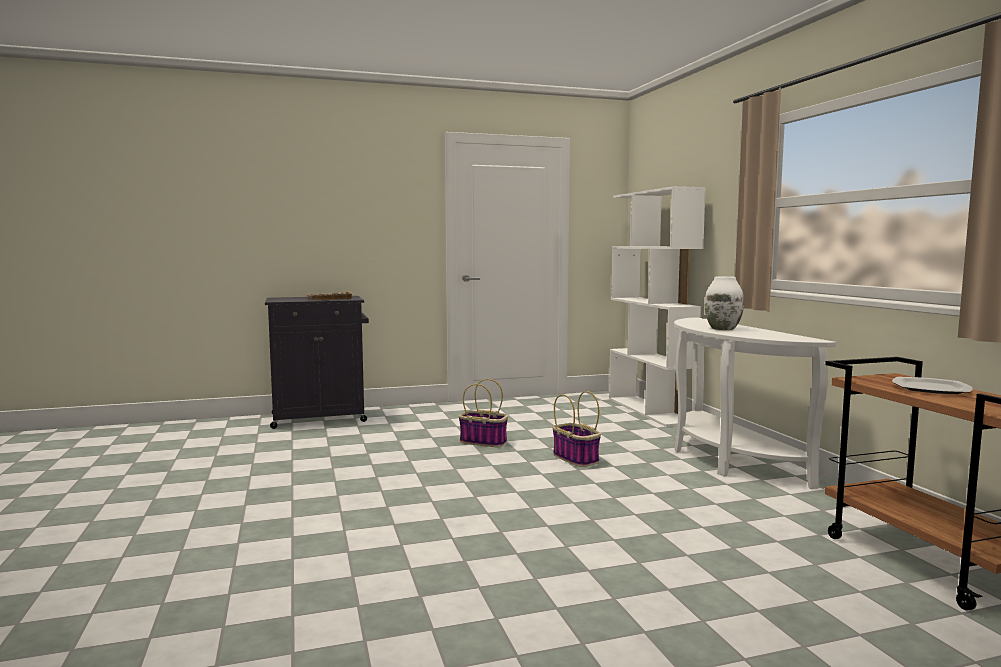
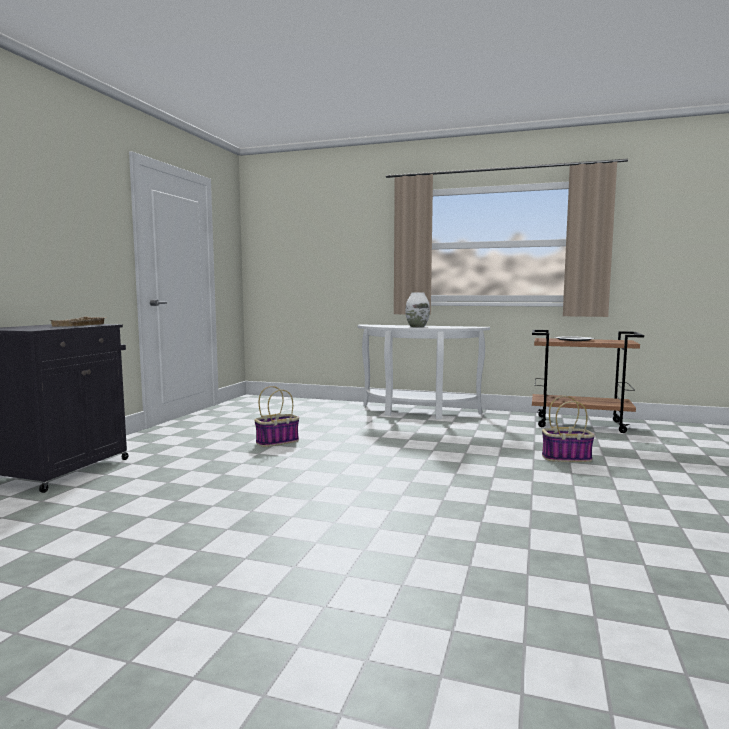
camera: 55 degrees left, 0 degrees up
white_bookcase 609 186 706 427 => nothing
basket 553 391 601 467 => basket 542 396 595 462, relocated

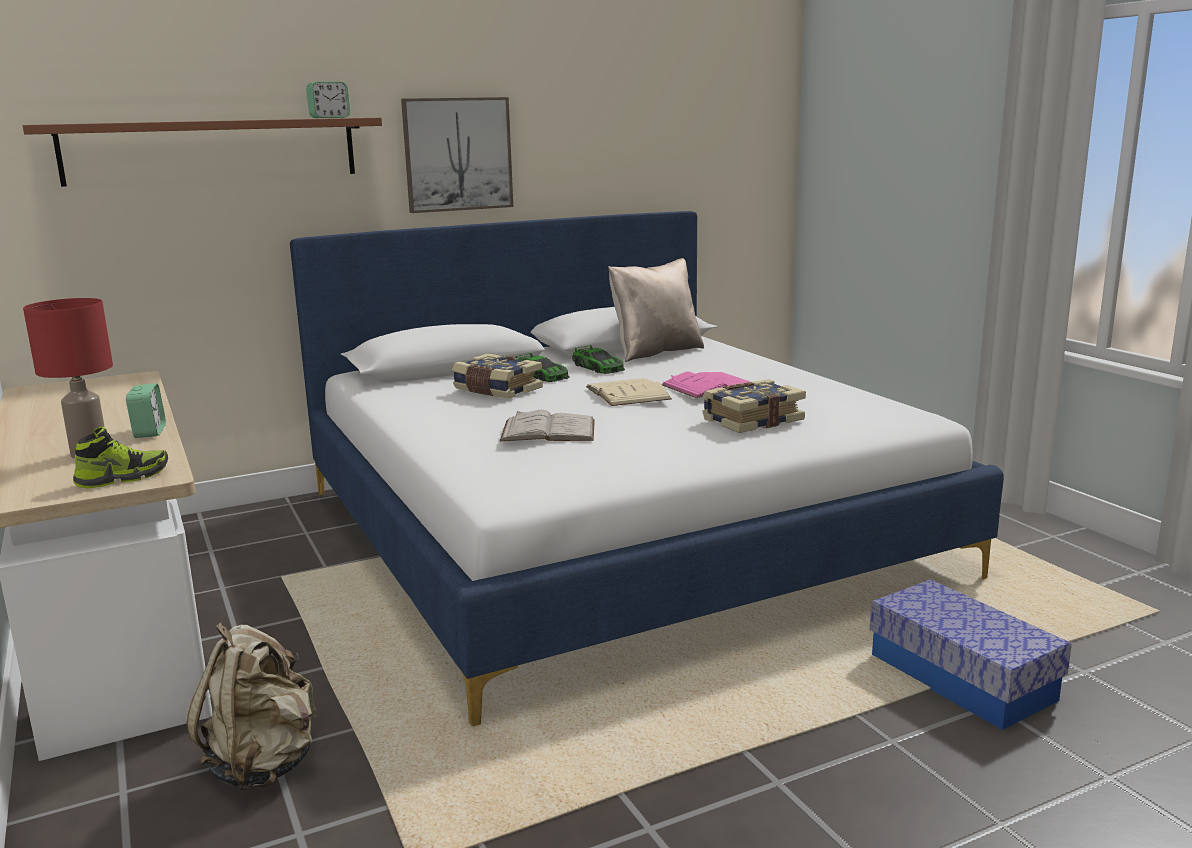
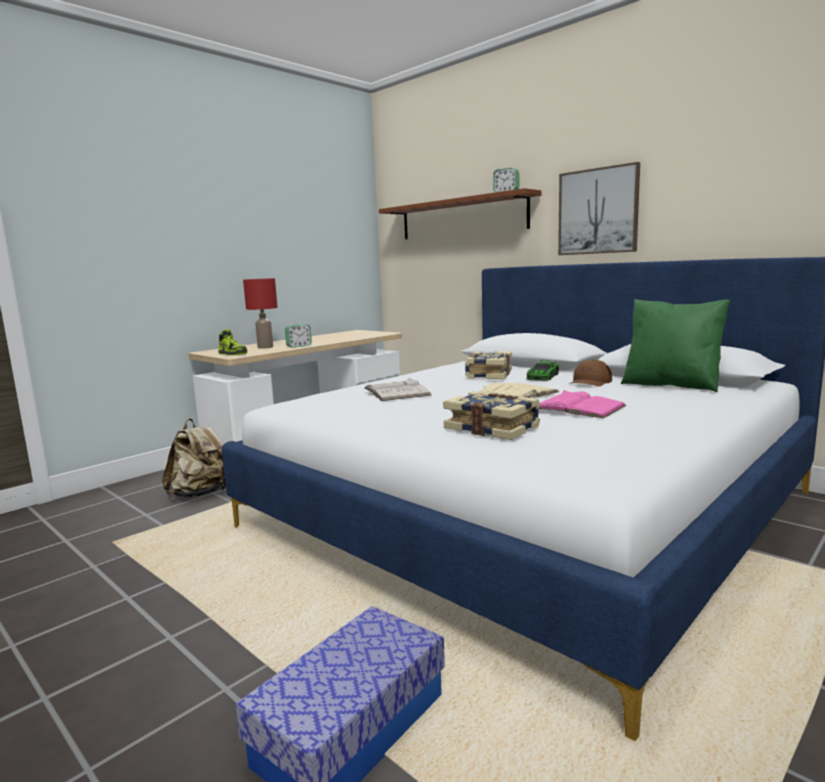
camera: 70 degrees right, 5 degrees down
beige_pillow 608 258 704 362 => green_pillow 621 299 730 392
toy_car 572 345 625 374 => brown_cap 569 359 612 386

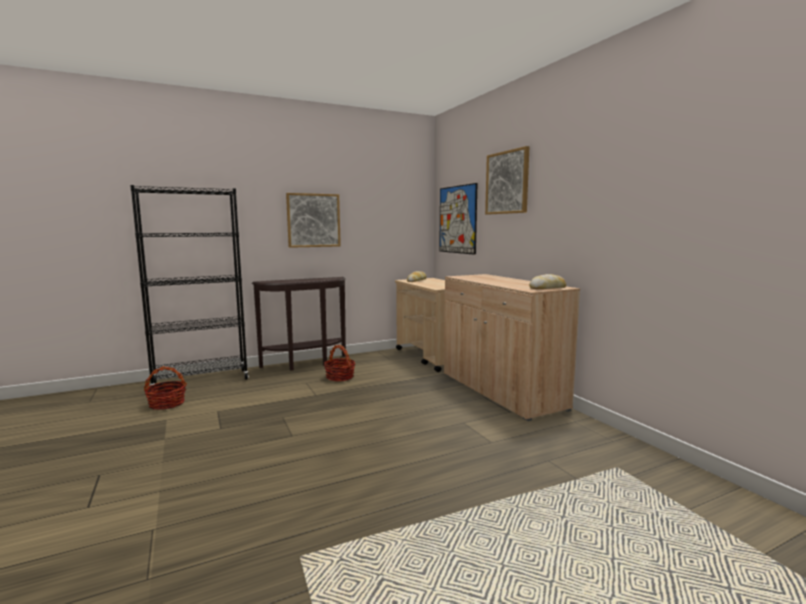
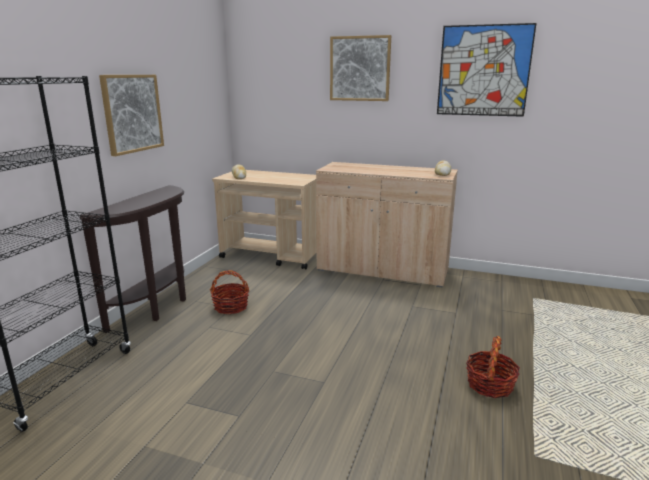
camera: 45 degrees left, 10 degrees up
picture 439 183 477 255 => picture 437 23 536 117, relocated
basket 144 366 187 410 => basket 466 336 520 398, relocated

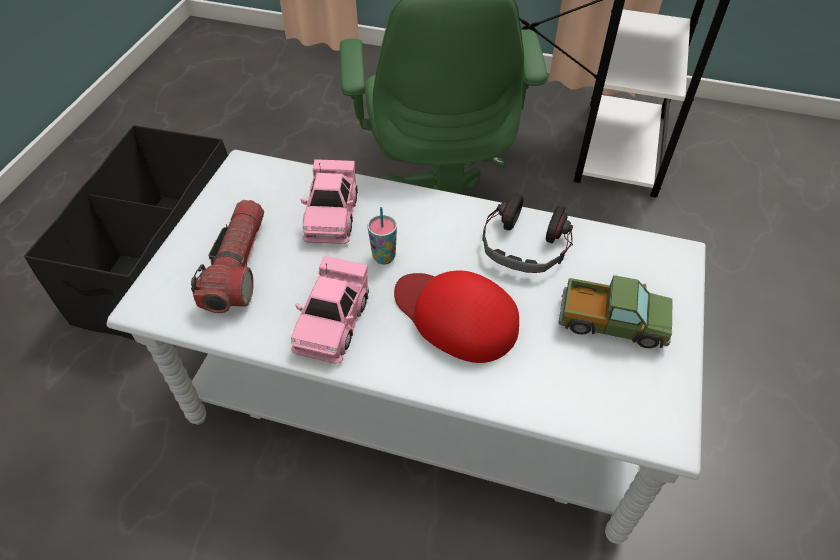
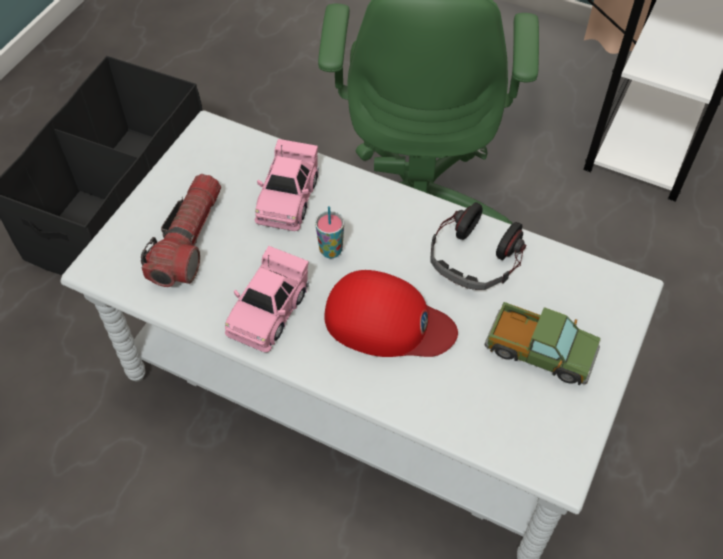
camera: 10 degrees right, 5 degrees up
red_cap 394 271 519 363 => red_cap 324 270 458 357, 150 degrees clockwise

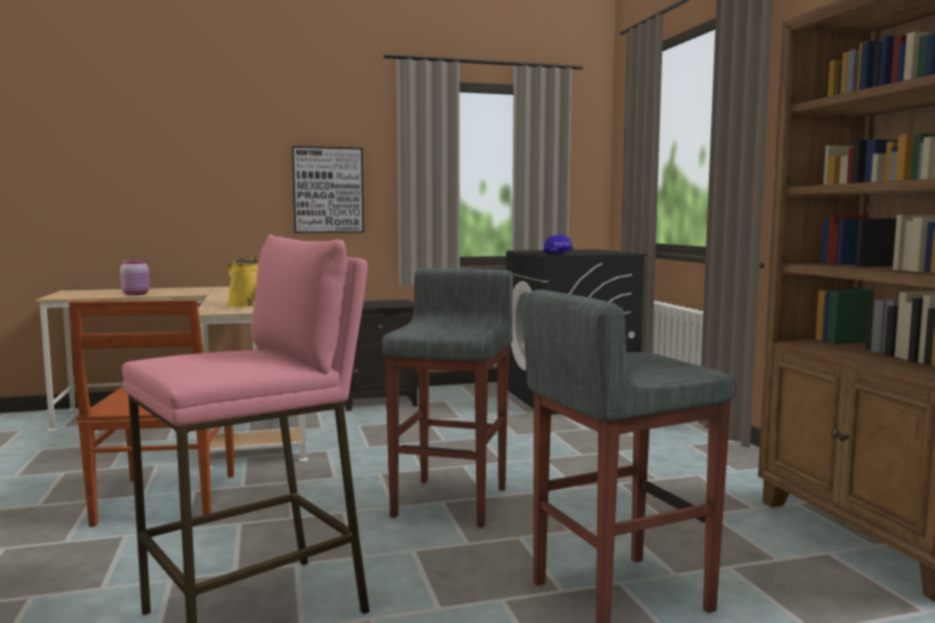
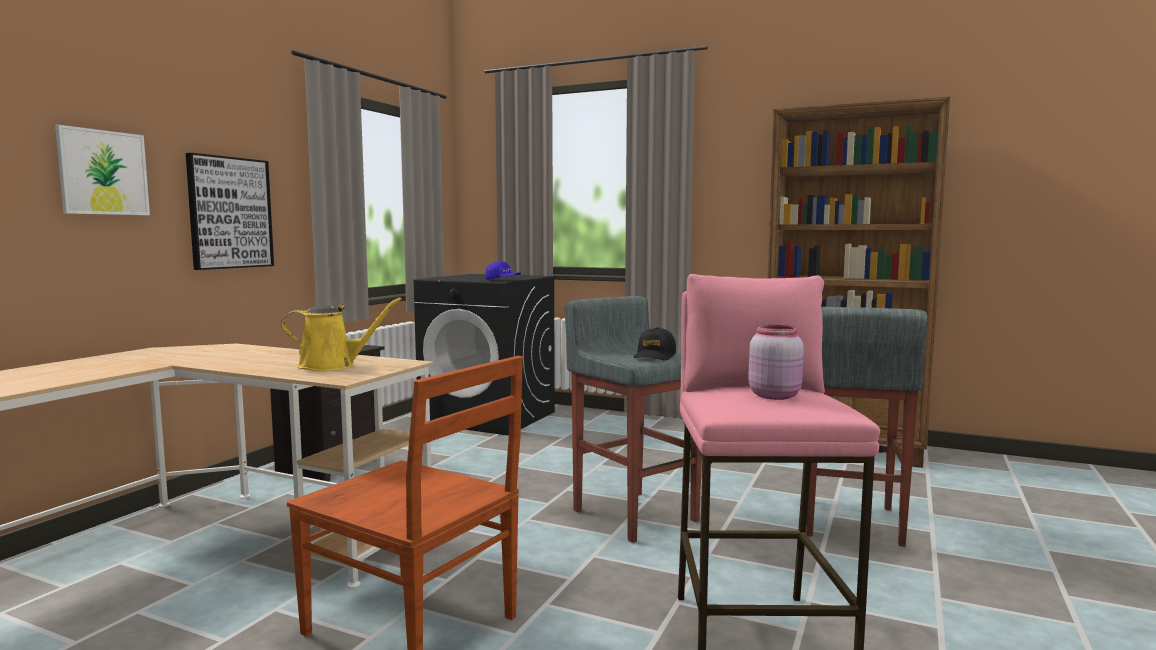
camera: 50 degrees left, 0 degrees up
pink_jar 120 259 150 296 => pink_jar 748 325 804 400, relocated
nothing => picture 55 125 150 215
nothing => black_cap 634 327 676 360

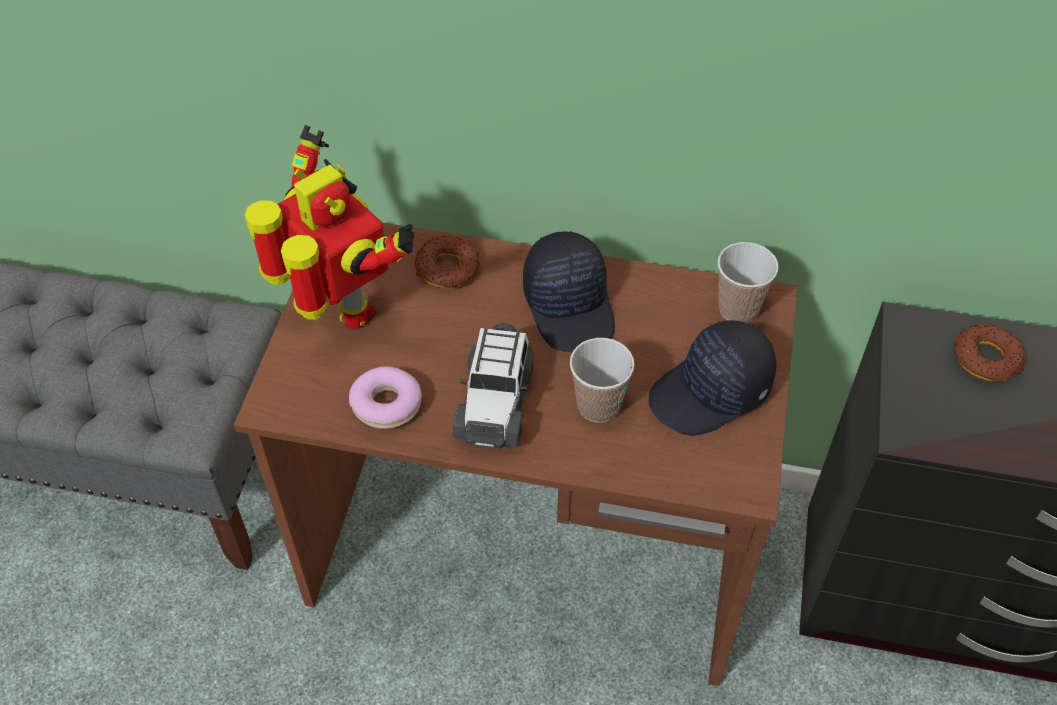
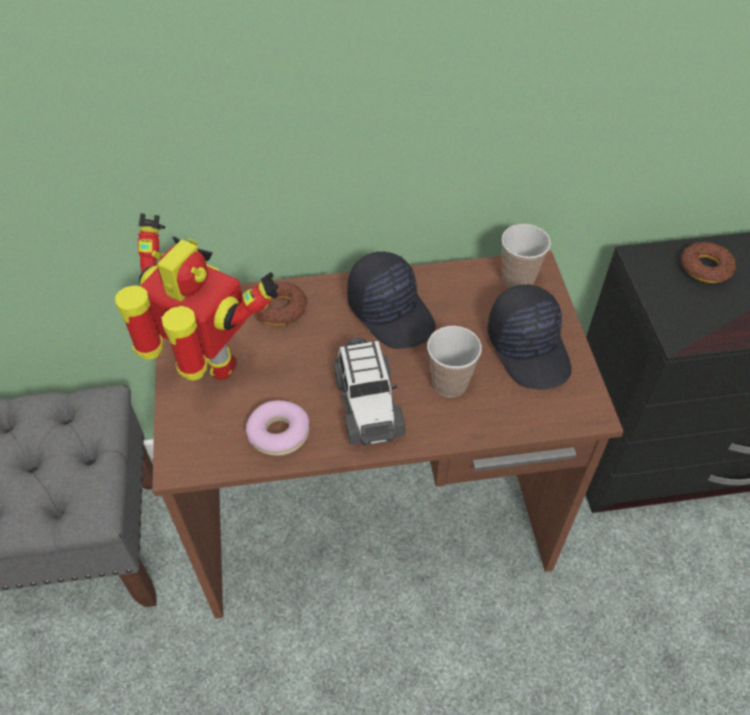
camera: 20 degrees left, 0 degrees up
black_cap 649 320 777 436 => black_cap 487 284 572 390, 60 degrees counterclockwise

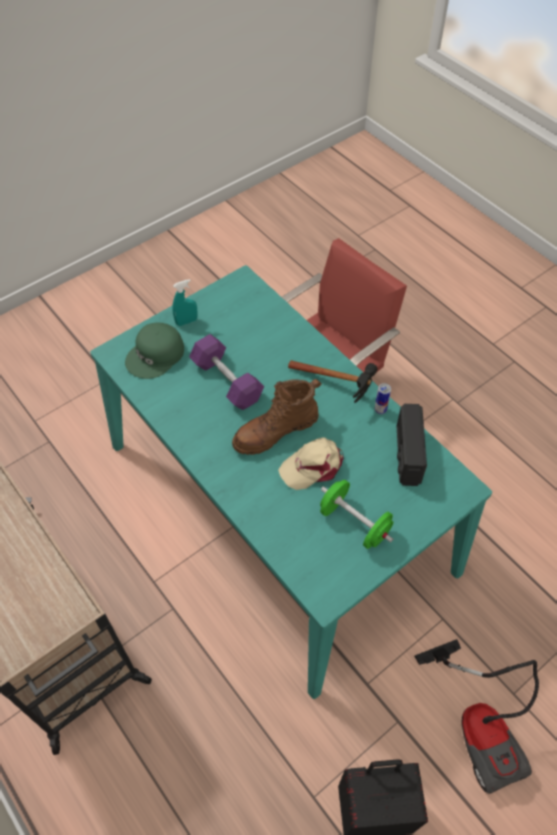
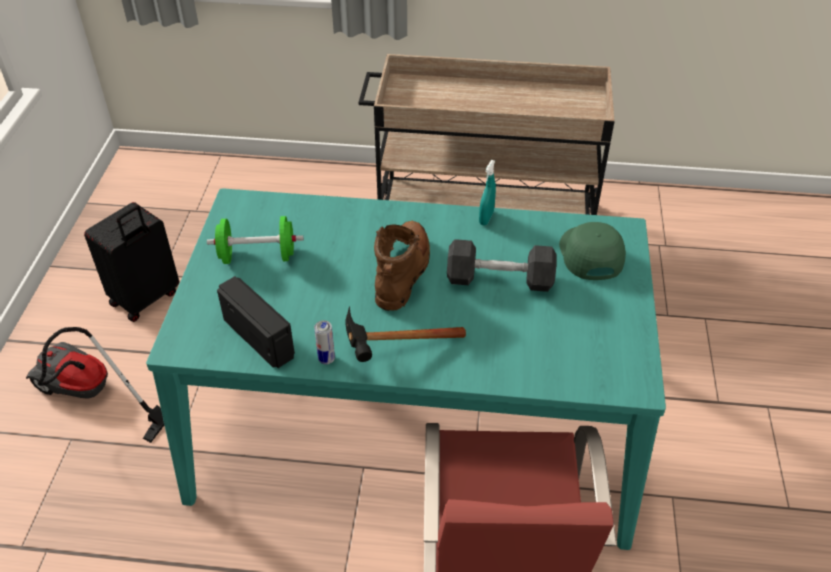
camera: 135 degrees right, 10 degrees down
turquoise_spray_bottle 172 279 198 326 => turquoise_spray_bottle 479 160 496 225, relocated
purple_dumbbell 189 334 264 410 => grey_dumbbell 447 239 557 292
beige_cap 278 437 343 490 => nothing

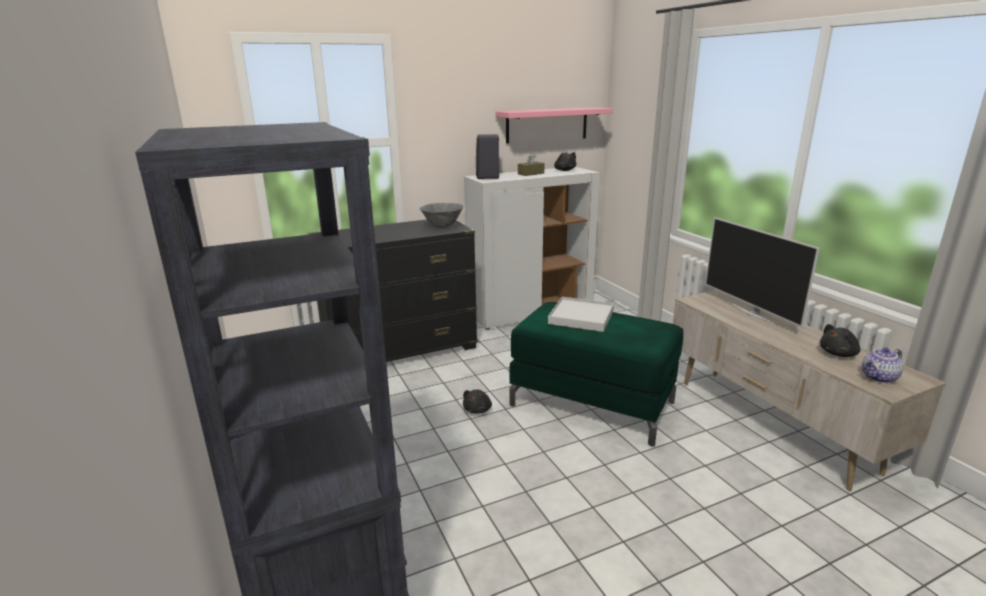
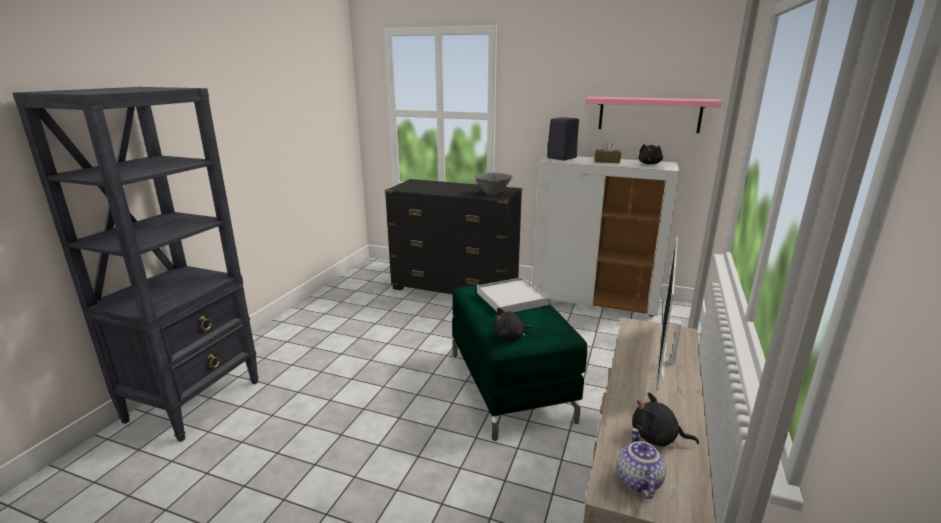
camera: 45 degrees right, 0 degrees up
teapot 862 347 903 383 => teapot 617 428 666 499, 75 degrees clockwise
black_plush_toy 463 389 492 414 => black_plush_toy 492 308 534 340, relocated

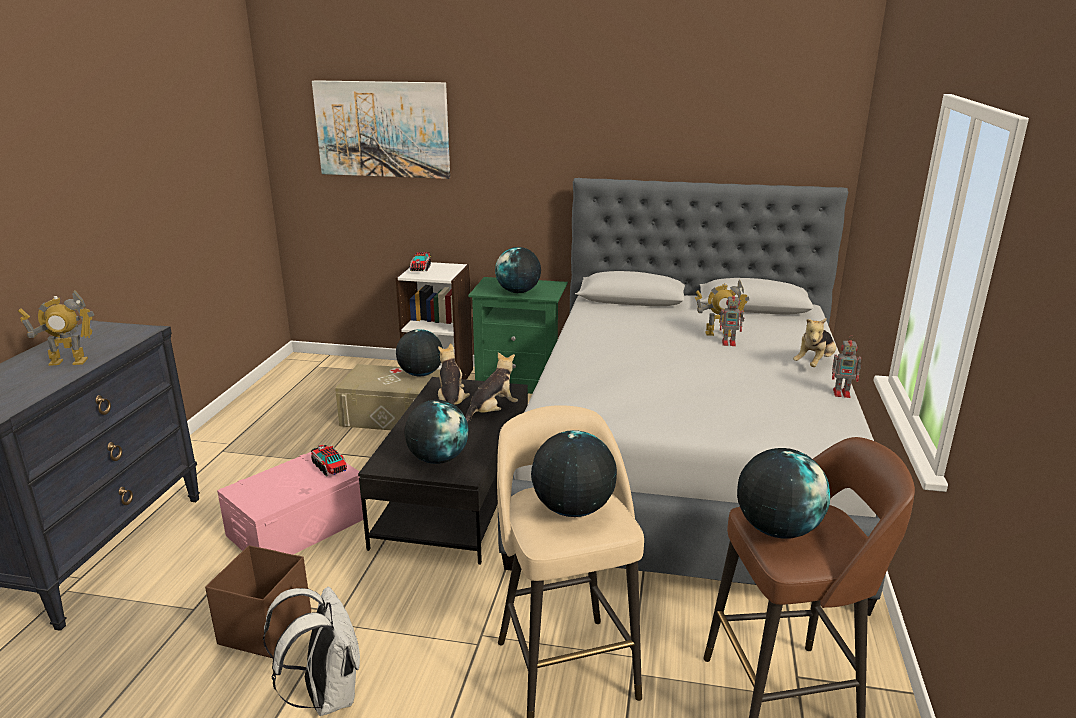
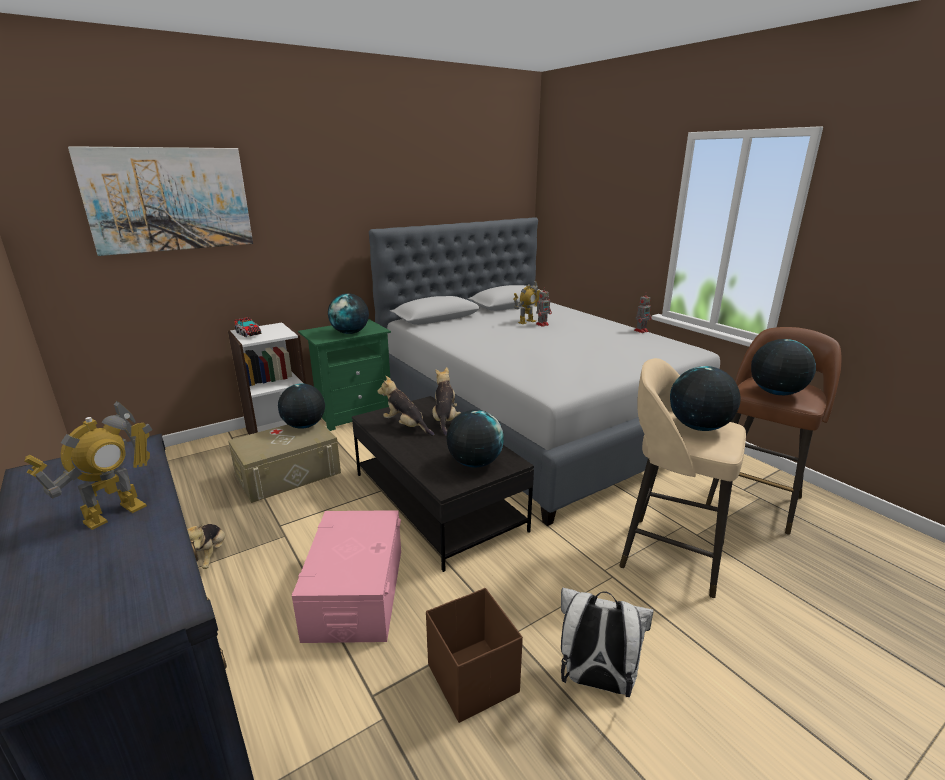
camera: 45 degrees left, 0 degrees up
plush_toy 793 318 836 367 => plush_toy 187 522 225 569, relocated
toy_truck 311 445 347 477 => nothing

